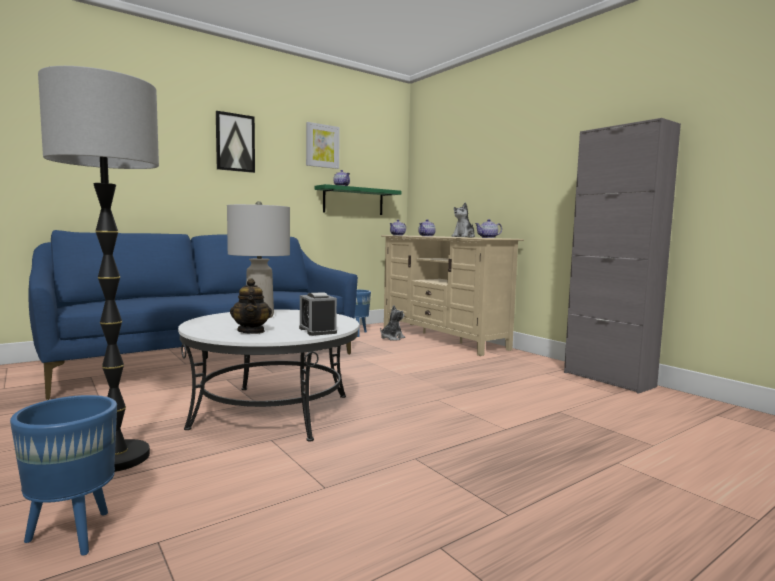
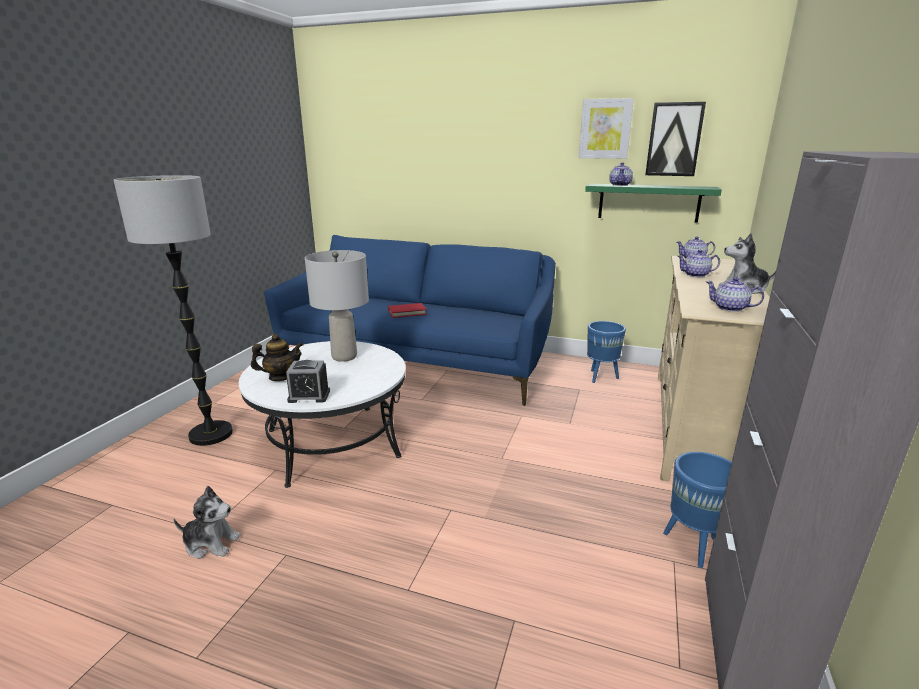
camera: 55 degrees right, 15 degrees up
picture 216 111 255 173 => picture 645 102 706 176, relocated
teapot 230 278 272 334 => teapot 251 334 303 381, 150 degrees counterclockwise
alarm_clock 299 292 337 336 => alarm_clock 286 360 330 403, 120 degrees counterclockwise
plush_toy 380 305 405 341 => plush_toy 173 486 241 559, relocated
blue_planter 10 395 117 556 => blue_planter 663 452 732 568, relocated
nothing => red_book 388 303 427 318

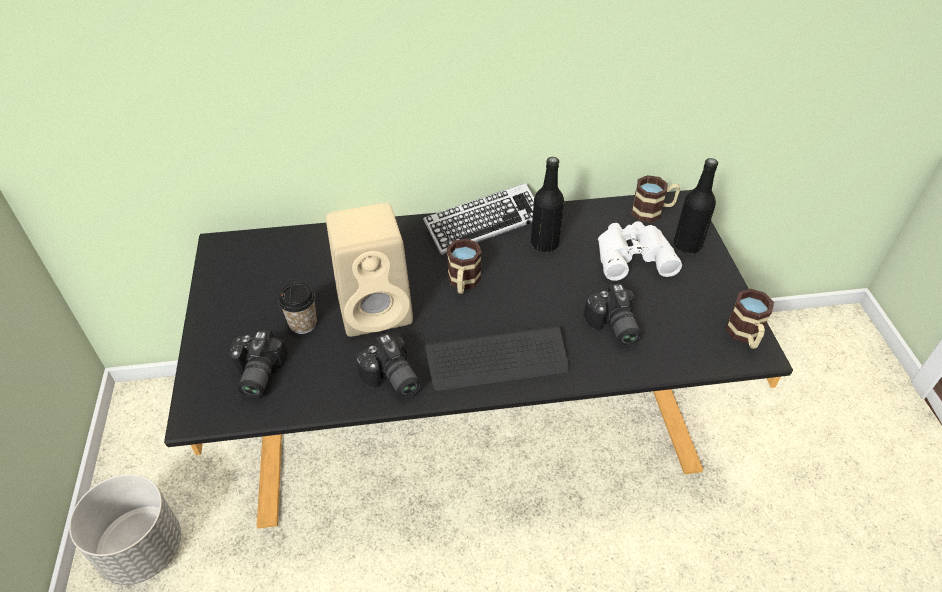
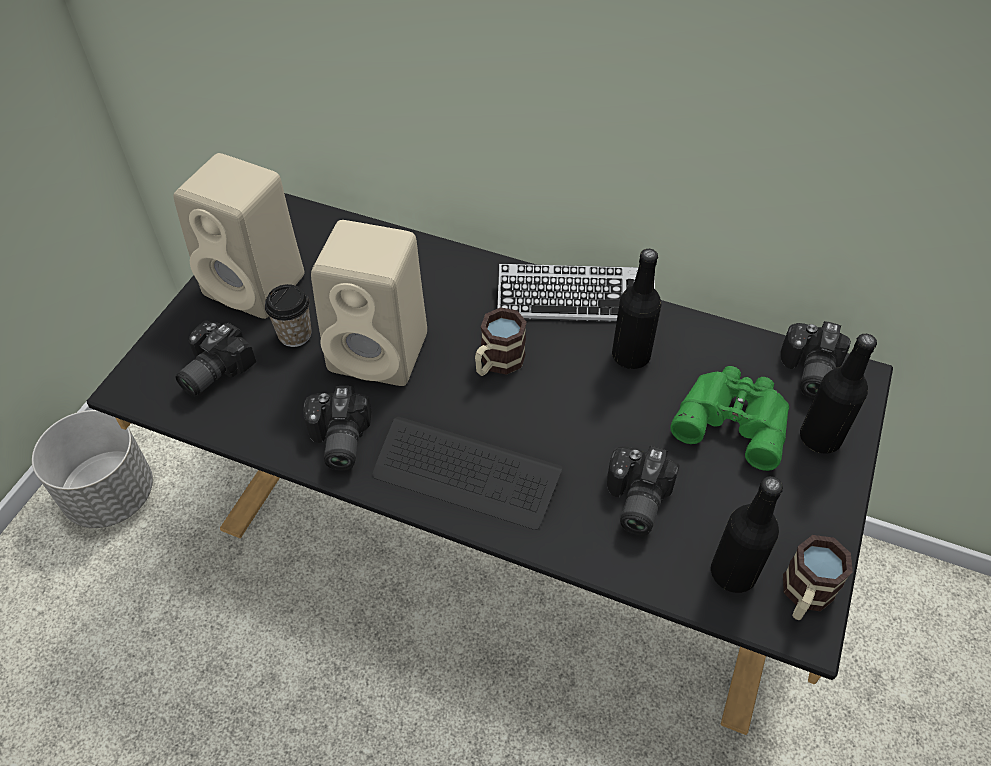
camera: 30 degrees right, 5 degrees up
mug 631 175 680 223 => photo_camera 781 321 851 399
white_binoculars 598 221 682 281 => green_binoculars 670 366 789 471
nothing => beige_speaker 173 153 304 319
nothing => black_bottle 711 476 783 593

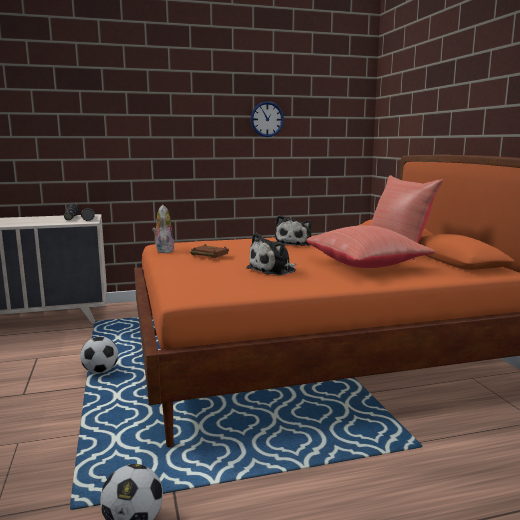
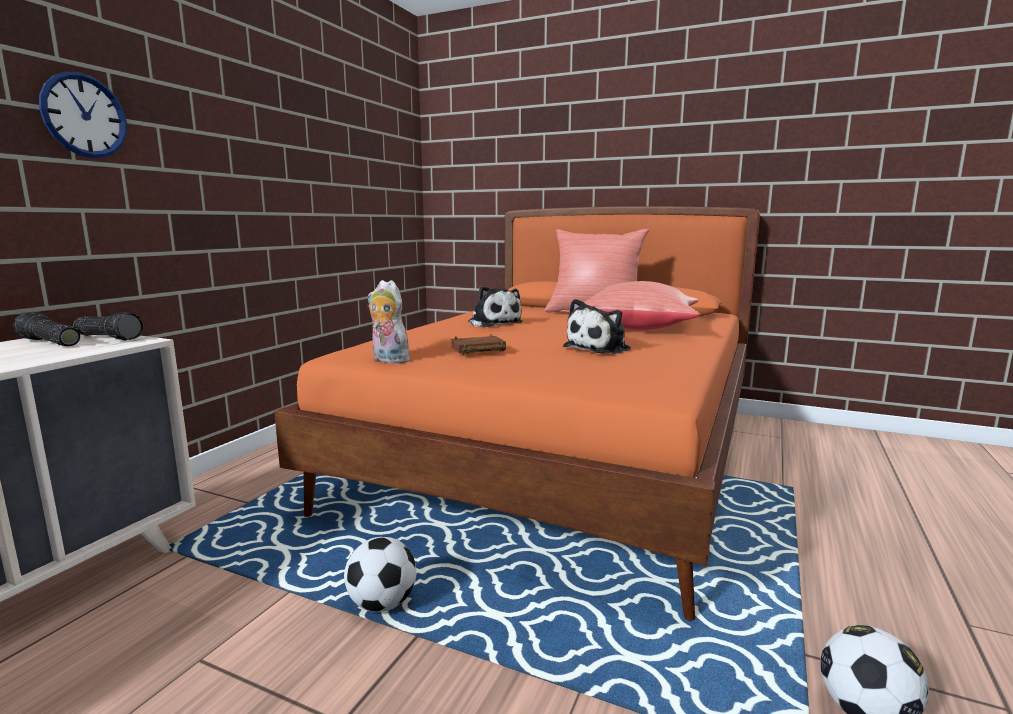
camera: 50 degrees left, 0 degrees up
wall_clock 251 101 284 137 => wall_clock 39 71 127 158, relocated
plush_toy 246 233 296 275 => plush_toy 563 299 631 354, 45 degrees clockwise

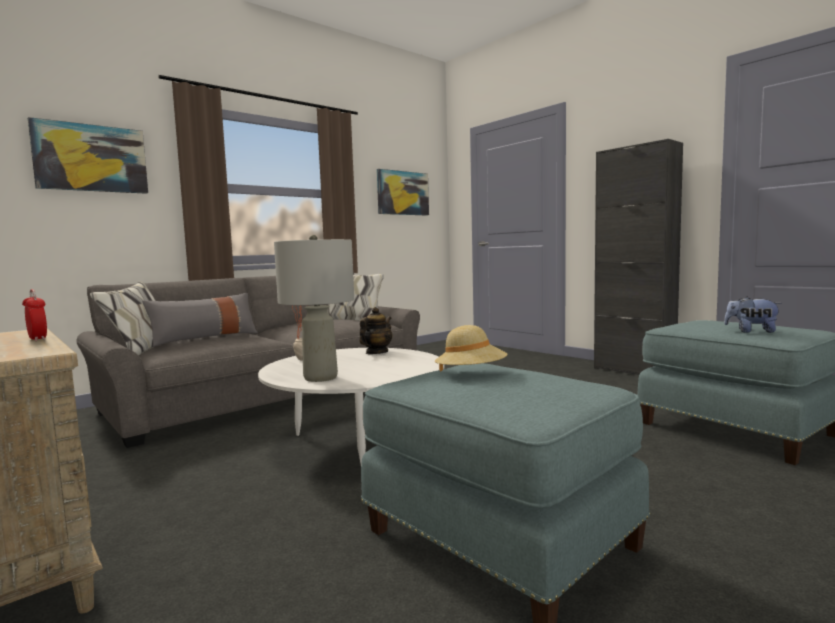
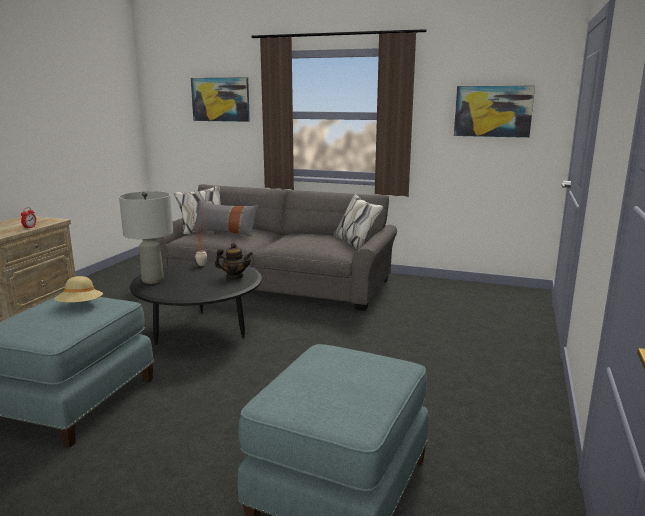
camera: 60 degrees right, 10 degrees up
black_cabinet 594 139 683 375 => nothing
plush_toy 724 297 782 333 => nothing
white_coffee_table 258 348 445 464 => black_coffee_table 130 261 262 345

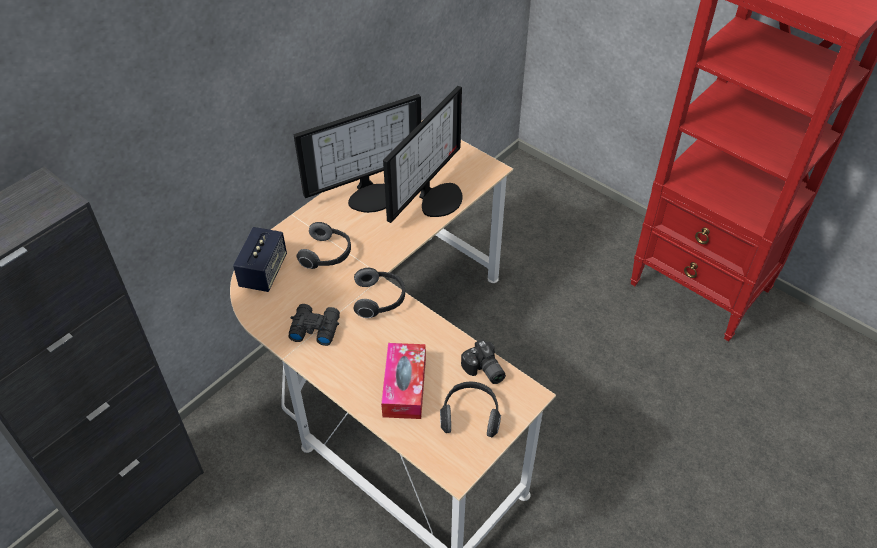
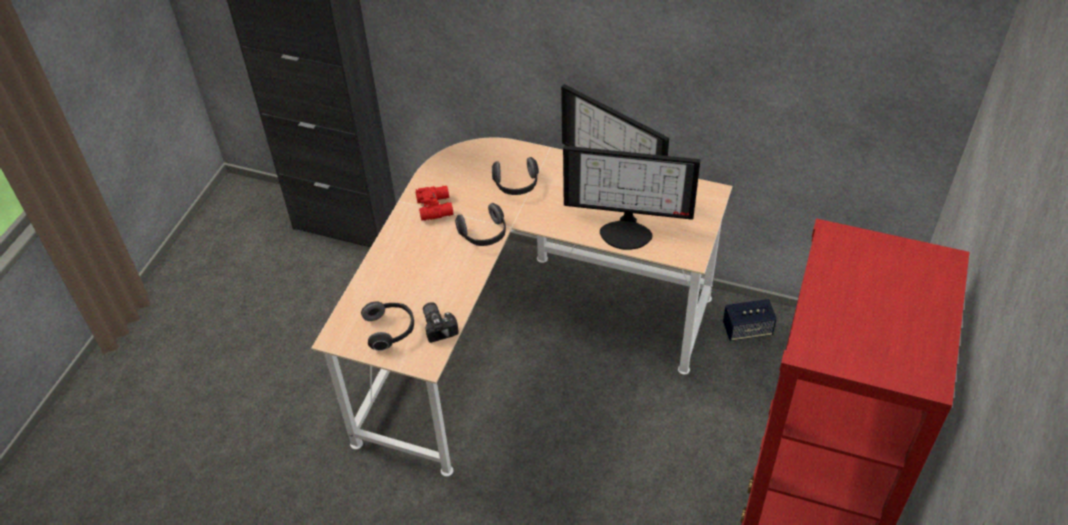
camera: 70 degrees right, 0 degrees up
speaker 233 227 287 292 => speaker 723 299 777 341, relocated
black_binoculars 288 304 340 346 => red_binoculars 415 186 454 221
photo_camera 461 339 506 384 => photo_camera 423 302 459 343, 120 degrees clockwise
tissue_box 381 343 426 419 => nothing

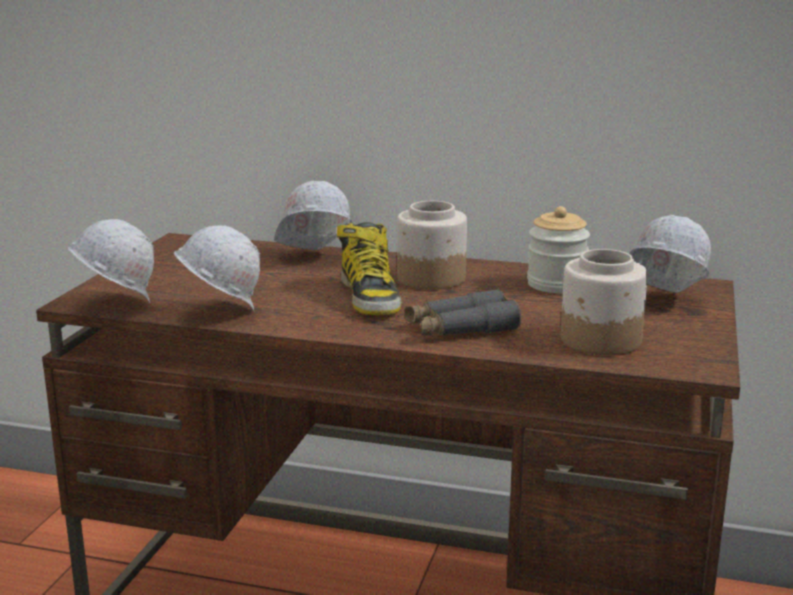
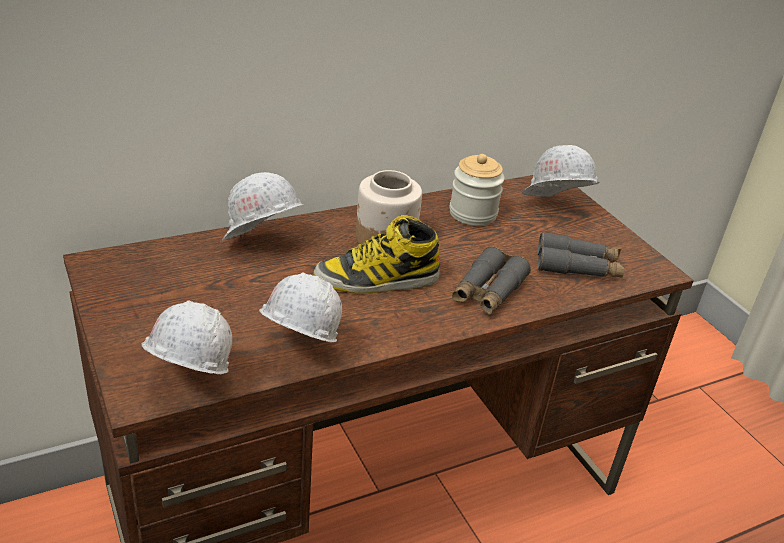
camera: 45 degrees left, 15 degrees up
boot 337 222 402 315 => boot 314 215 440 293, 135 degrees clockwise
jar 561 249 648 355 => grey_binoculars 538 232 625 278

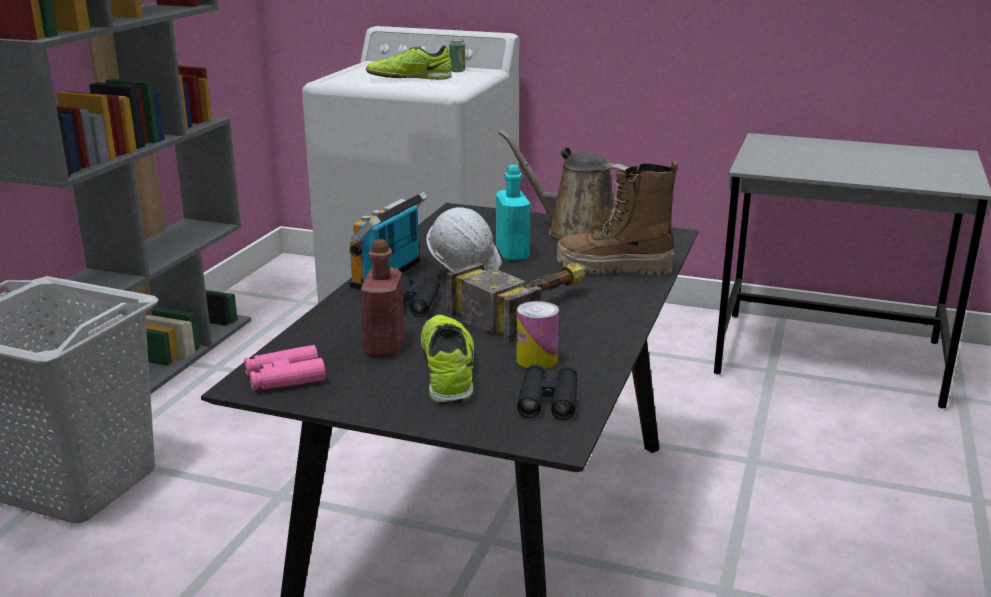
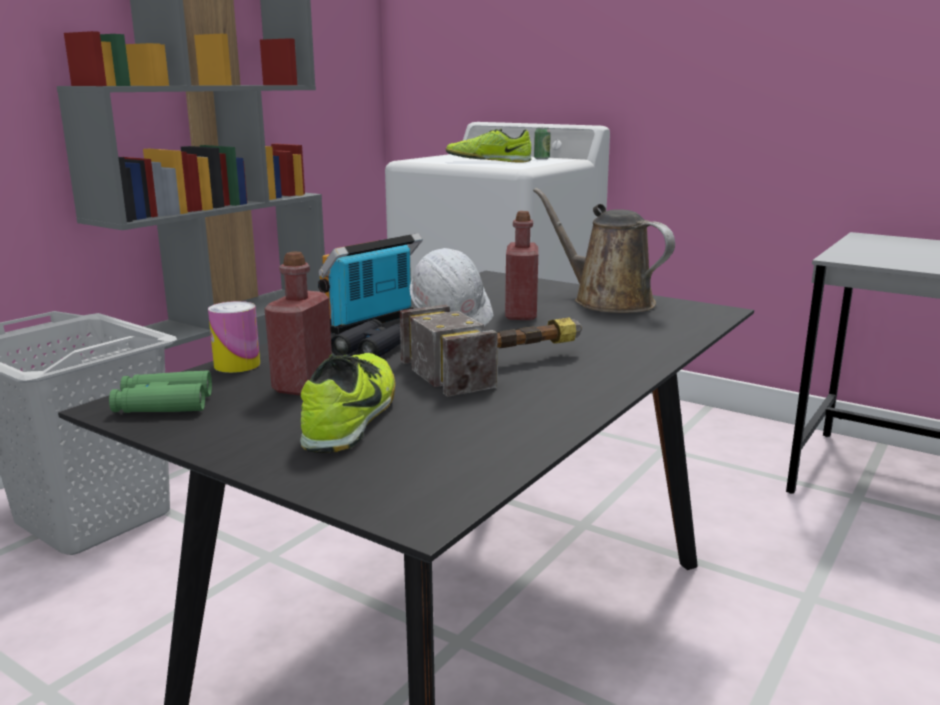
camera: 15 degrees right, 5 degrees down
boot 557 161 678 275 => nothing
turquoise_bottle 496 165 531 260 => red_bottle 505 211 538 320
can 516 301 559 369 => can 208 301 260 373, relocated
pink_binoculars 244 345 326 390 => green_binoculars 109 370 212 413
black_binoculars 517 364 577 420 => nothing

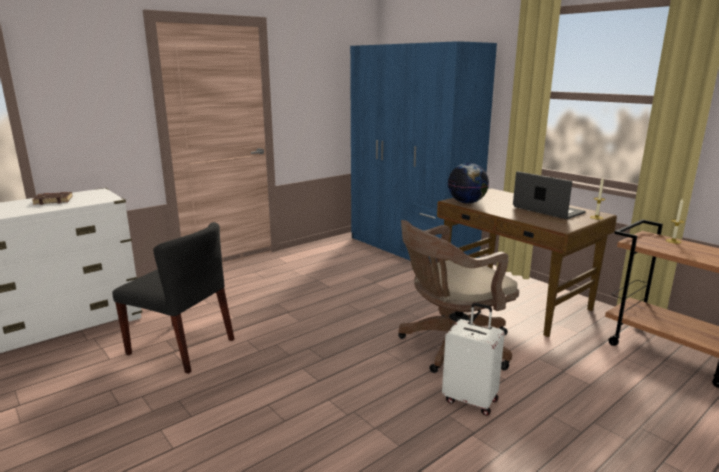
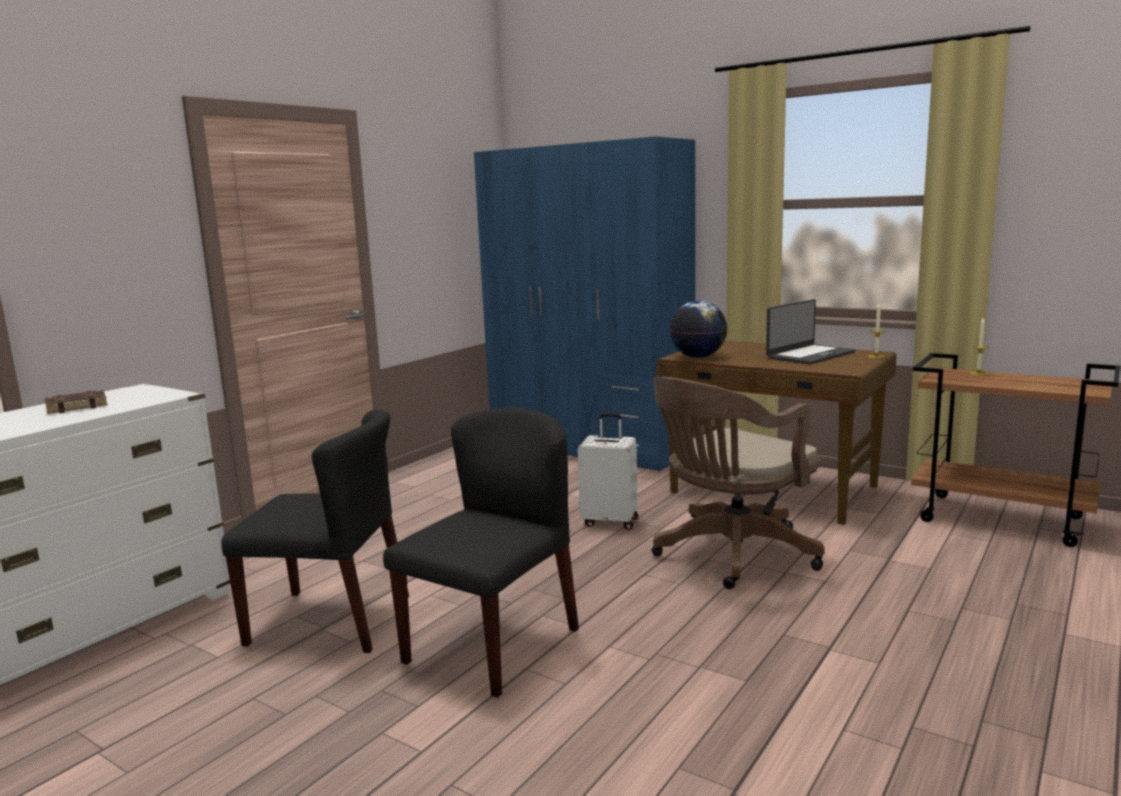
camera: 15 degrees left, 5 degrees down
laptop 513 171 586 219 => laptop 766 299 855 365, 105 degrees clockwise
white_suitcase 442 303 505 416 => white_suitcase 578 413 638 530, relocated
nothing => black_chair 383 407 579 698

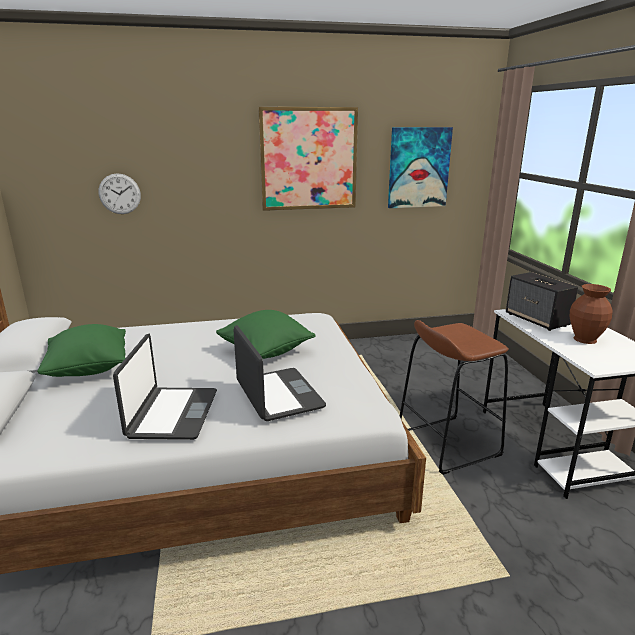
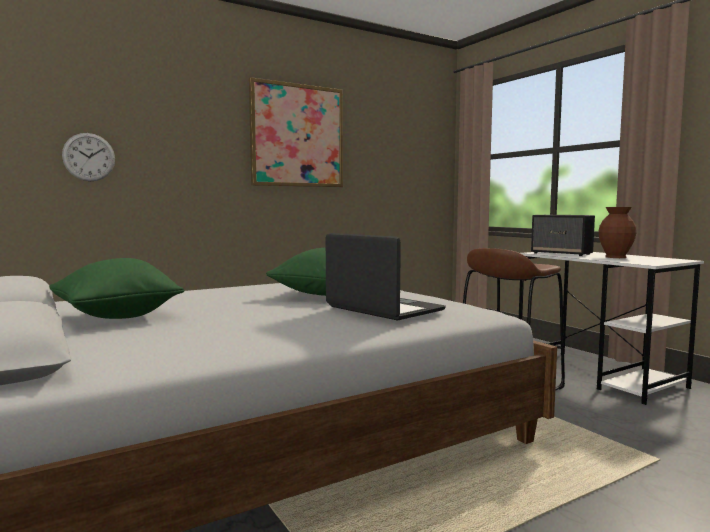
camera: 20 degrees left, 15 degrees down
picture 388 127 453 208 => nothing
laptop 113 334 217 440 => nothing

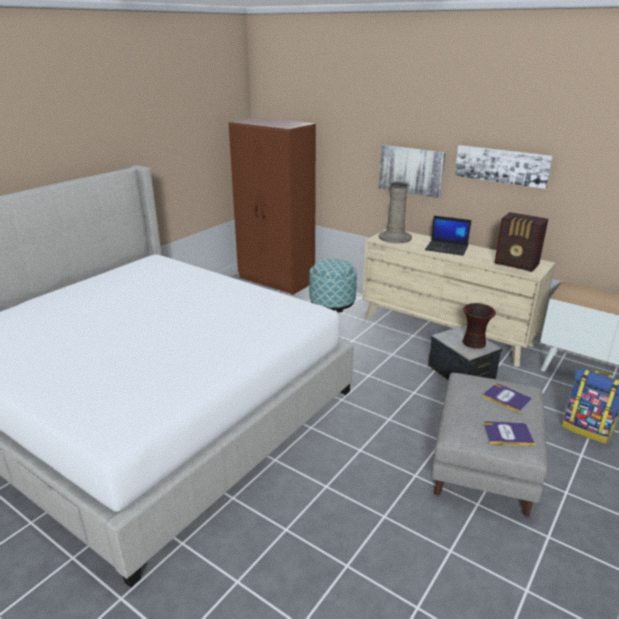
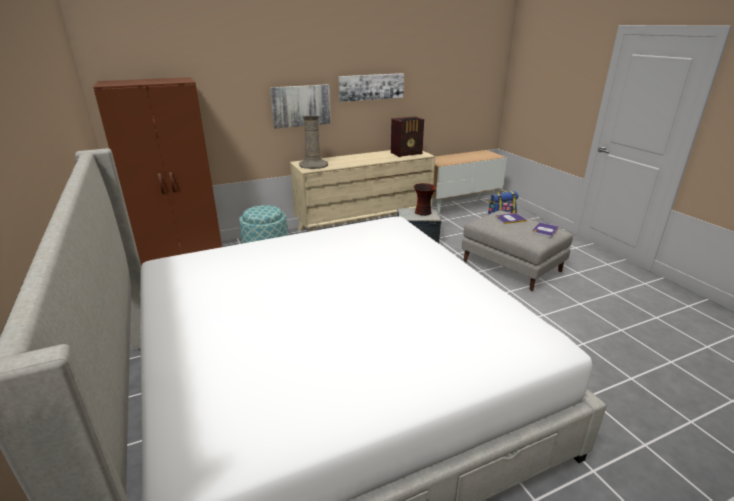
camera: 60 degrees left, 0 degrees up
laptop 425 216 471 256 => nothing

